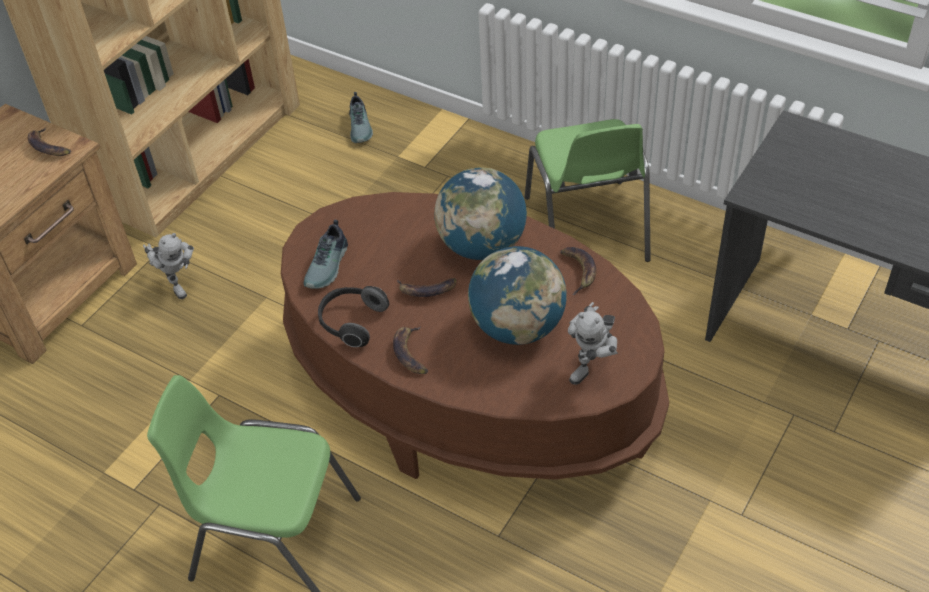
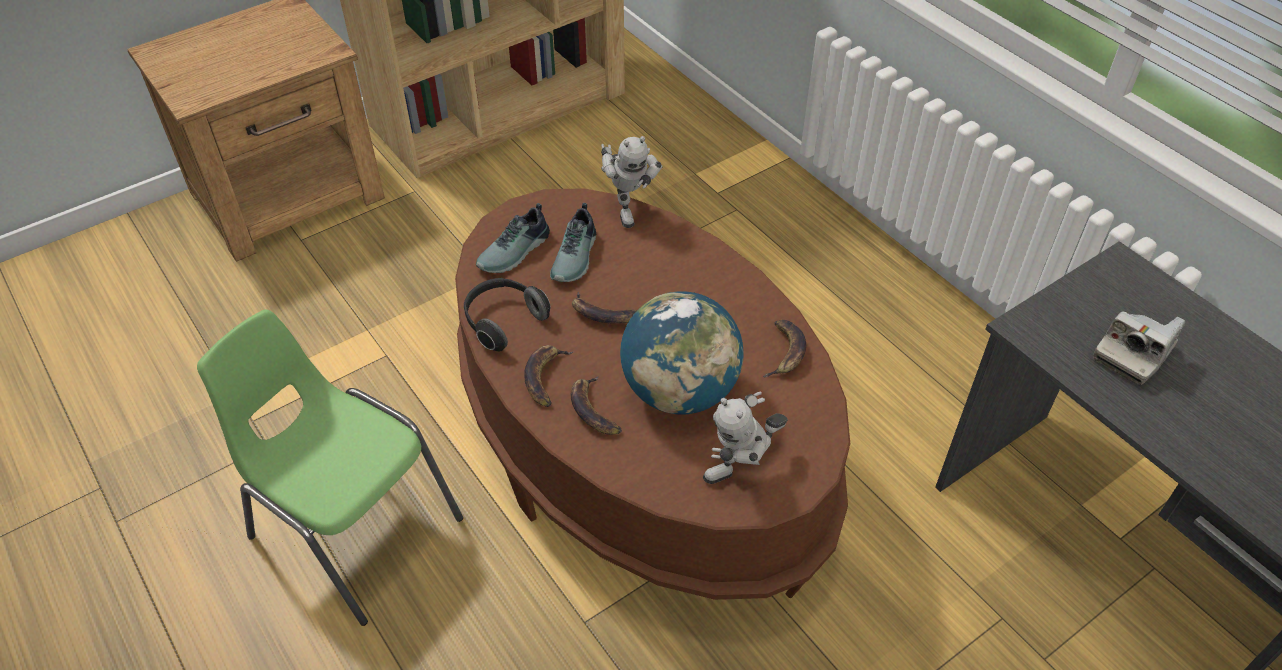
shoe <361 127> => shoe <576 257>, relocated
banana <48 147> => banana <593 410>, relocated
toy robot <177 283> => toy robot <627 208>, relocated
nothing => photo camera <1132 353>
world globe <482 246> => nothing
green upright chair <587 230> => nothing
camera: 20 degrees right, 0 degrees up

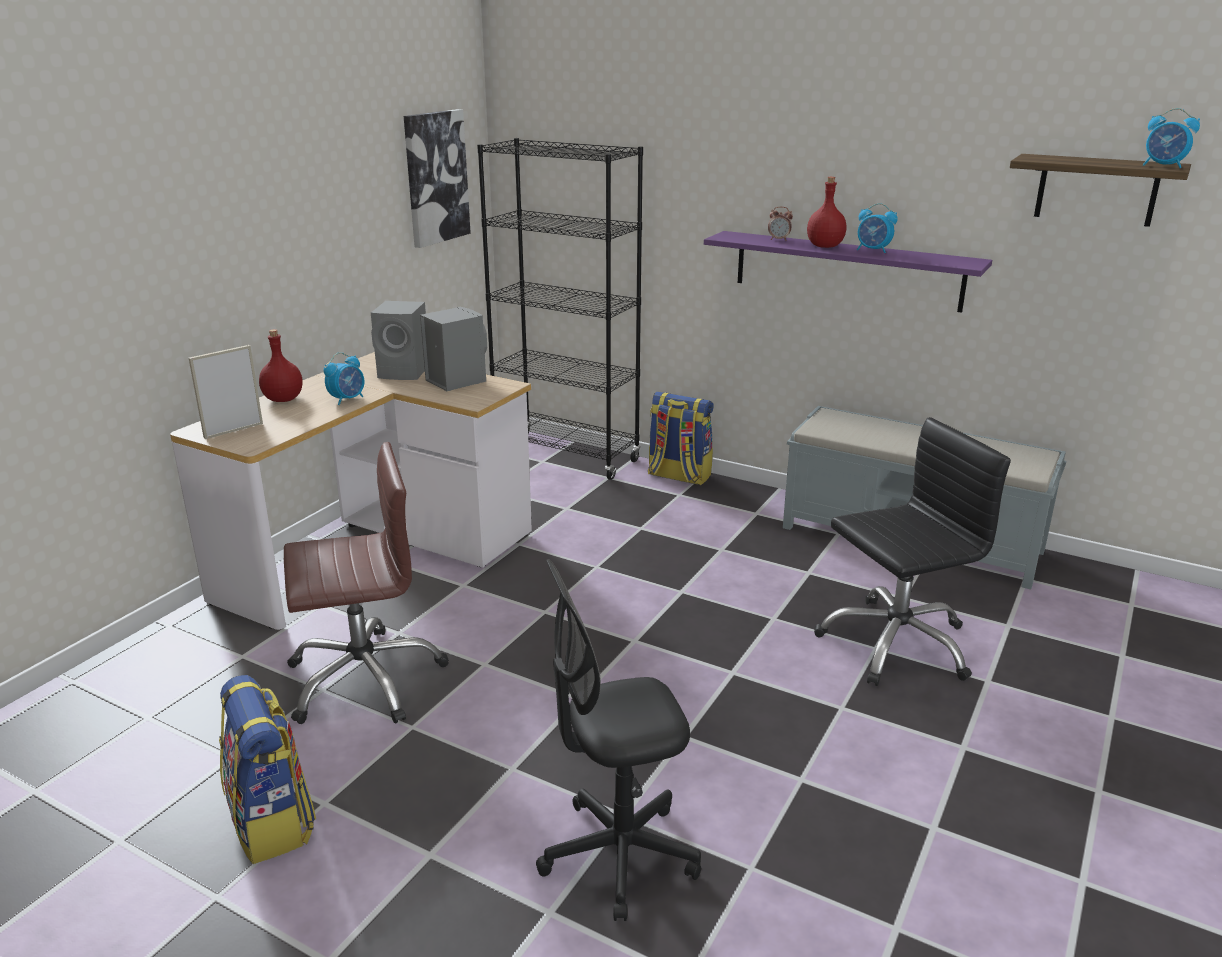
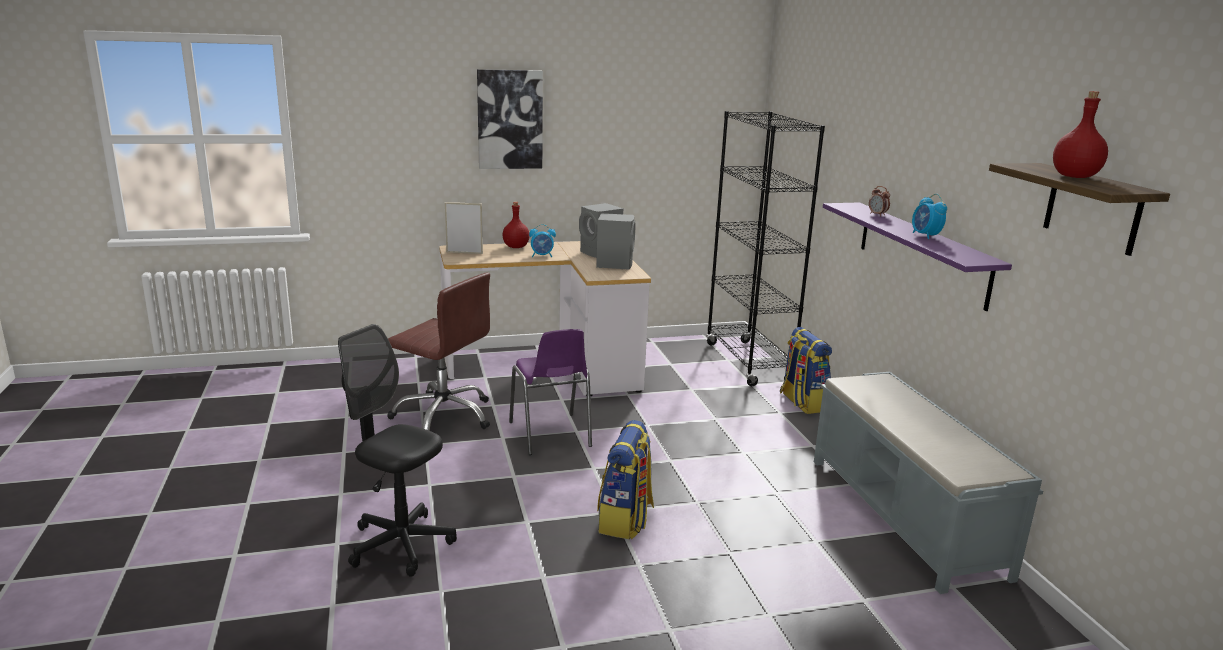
wall art <435 177> => wall art <510 119>, relocated
nothing => purplish upright chair <550 435>
rucksack <273 822> => rucksack <625 520>, relocated
red-coloured beverage bottle <824 246> => red-coloured beverage bottle <1074 177>, relocated
black-coloured desk chair <895 643> => nothing
table clock <1163 166> => nothing
camera: 45 degrees right, 5 degrees down

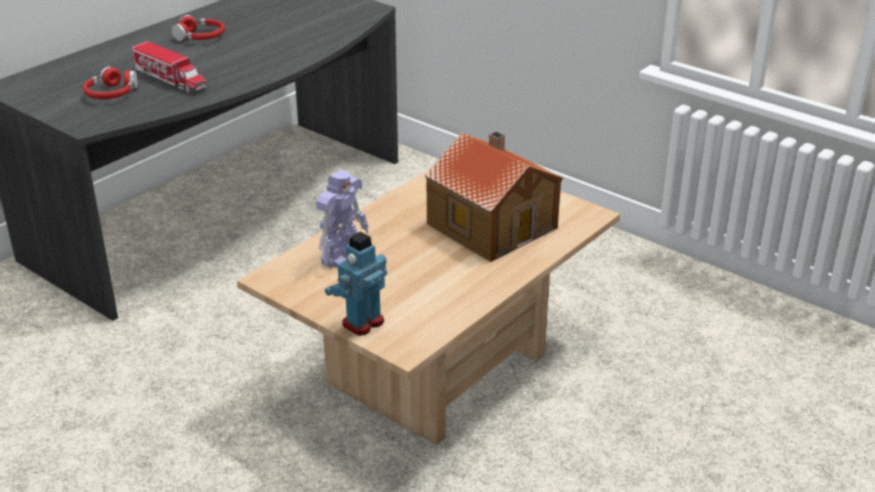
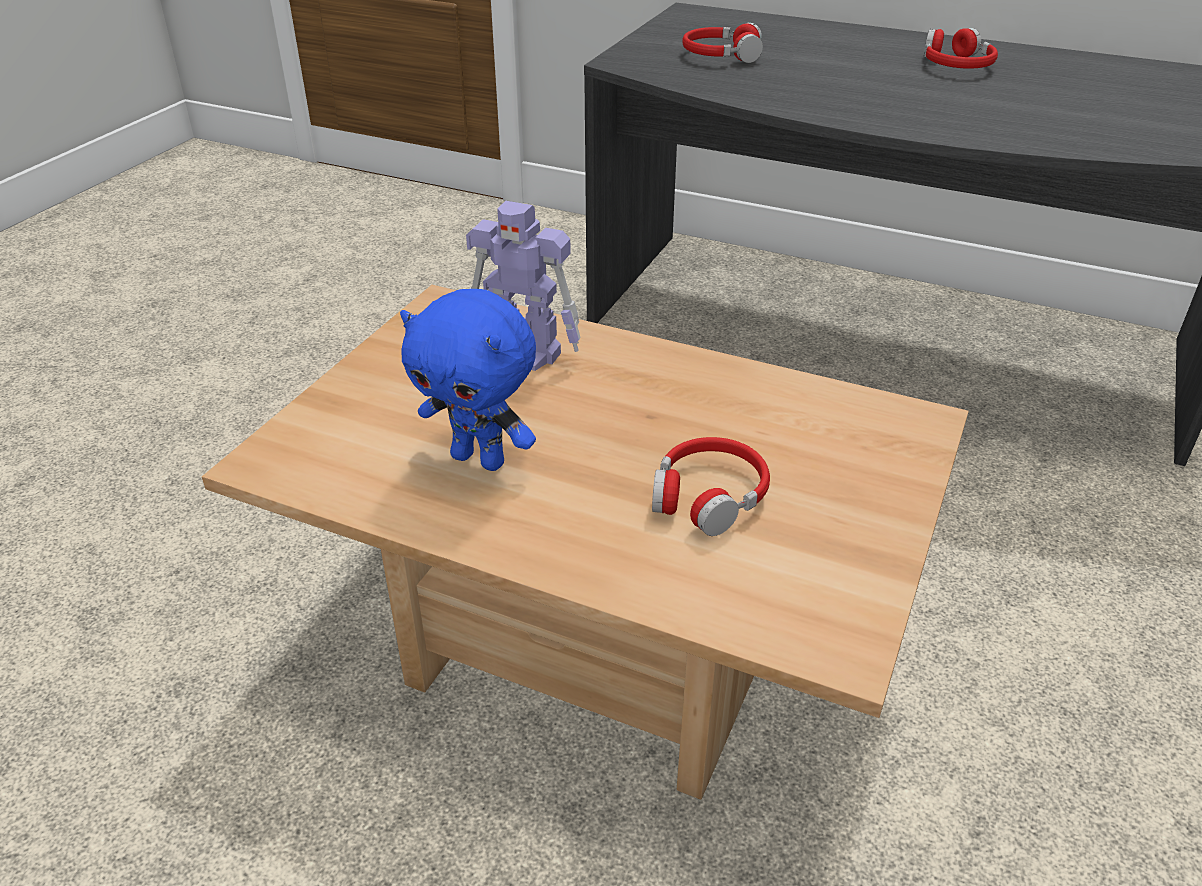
nothing => bluish cuddly toy <480 459>
toy house <492 224> => red-coloured pair of headphones <708 496>
toy truck <170 79> => nothing
toy robot <362 322> => nothing
camera: 75 degrees right, 5 degrees up

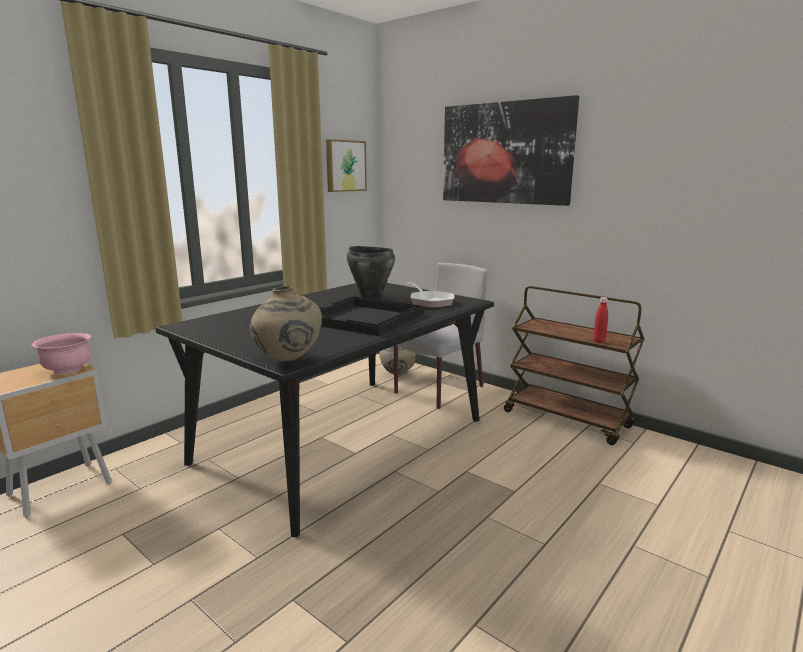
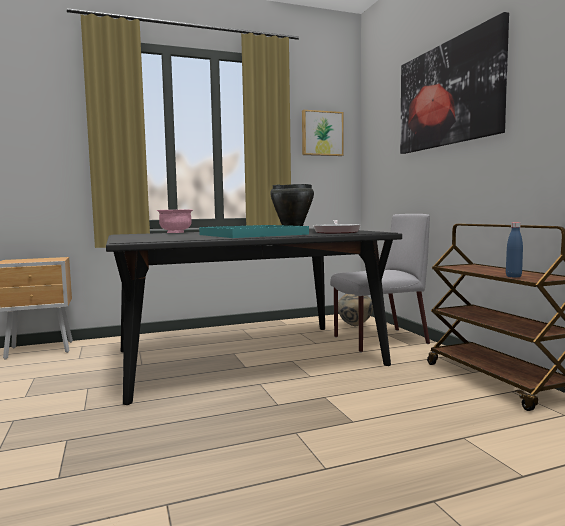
pinkish bowl <67 370> => pinkish bowl <176 232>, relocated
black-coloured tray <364 318> => turquoise tray <252 234>
red-coloured beverage bottle <599 341> => bluish beverage bottle <513 276>
beige decorative vase <288 361> => nothing
camera: 30 degrees right, 10 degrees down

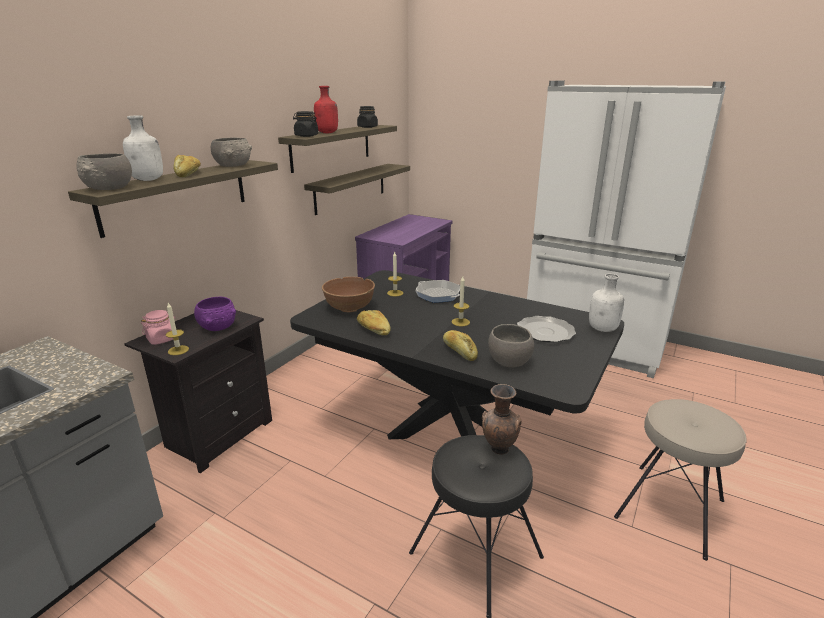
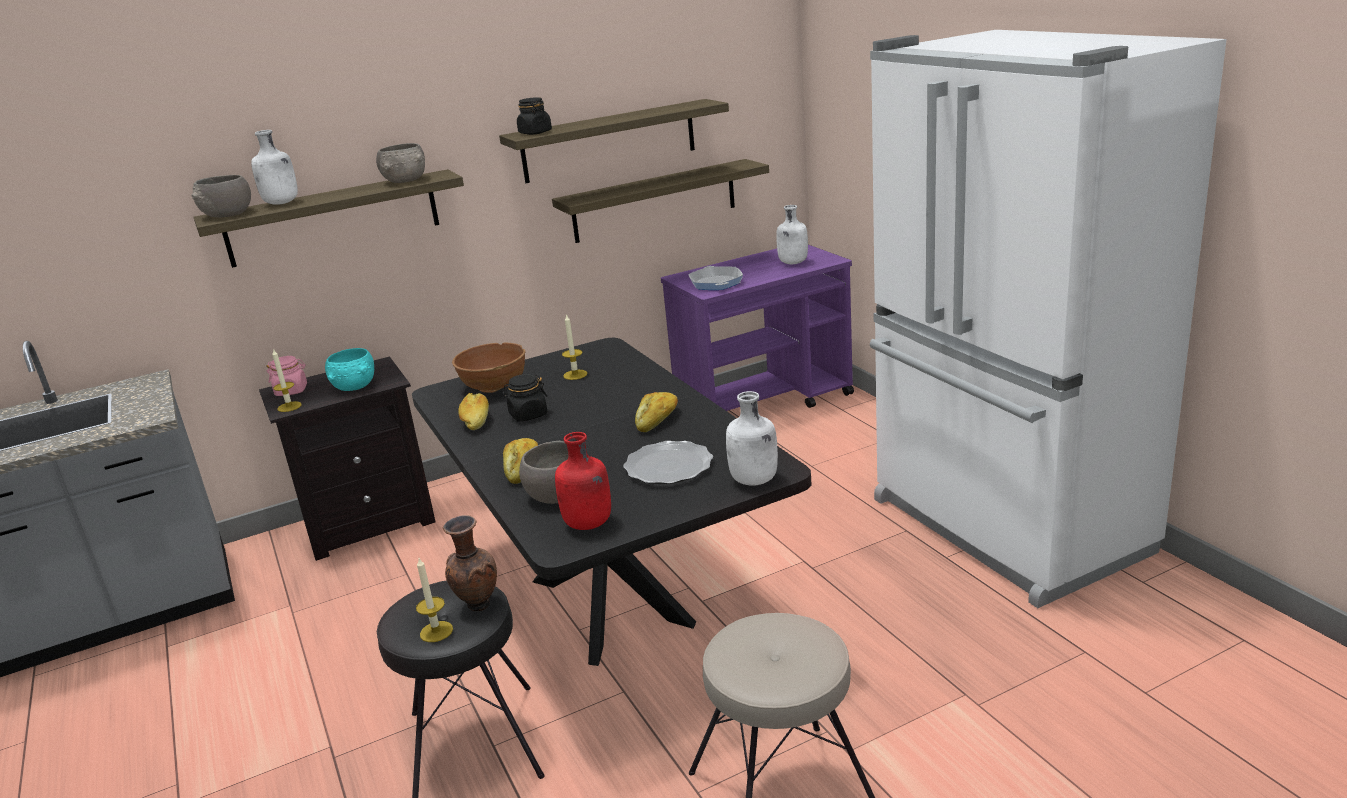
purplish bowl <218 327> => turquoise bowl <355 386>
candle <460 322> => candle <436 631>, relocated
black-coloured preserve jar <367 127> => black-coloured preserve jar <528 415>, relocated
red-coloured beverage bottle <327 133> => red-coloured beverage bottle <588 524>, relocated
bread <188 174> => bread <658 420>, relocated
skillet <438 295> => skillet <716 283>, relocated
nothing => white beverage bottle <792 263>
camera: 35 degrees right, 0 degrees up

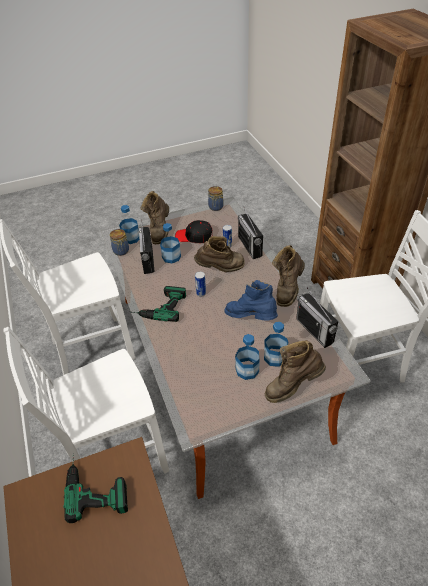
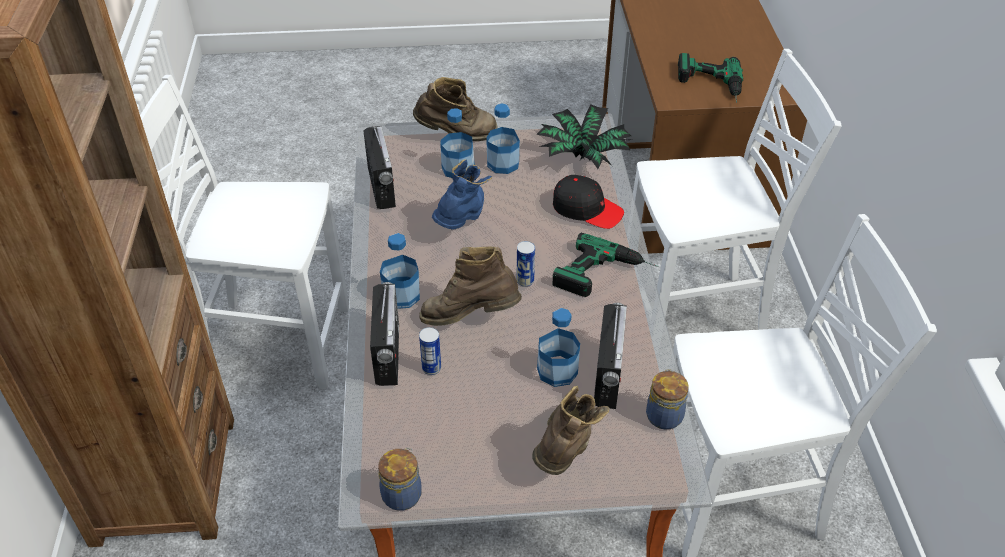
beverage bottle <131 238> => beverage bottle <401 295>, relocated
bluish high-top boot <251 319> => bluish high-top boot <462 222>, 120 degrees counterclockwise
nothing => houseplant <583 156>
black-coloured peaked cap <194 236> => black-coloured peaked cap <587 209>, relocated
brownish high-top boot <287 290> => nothing
camera: 165 degrees left, 0 degrees up

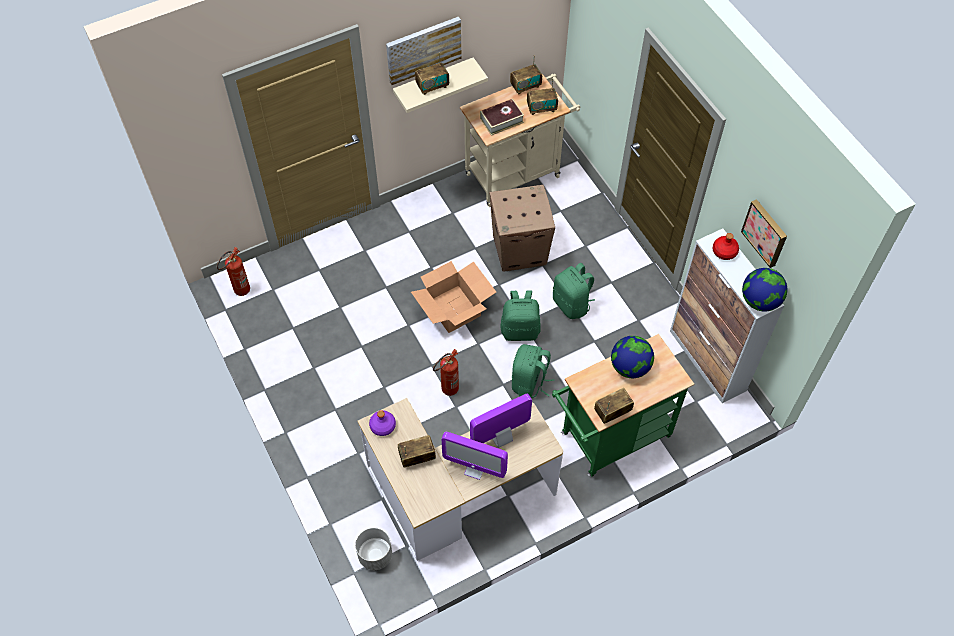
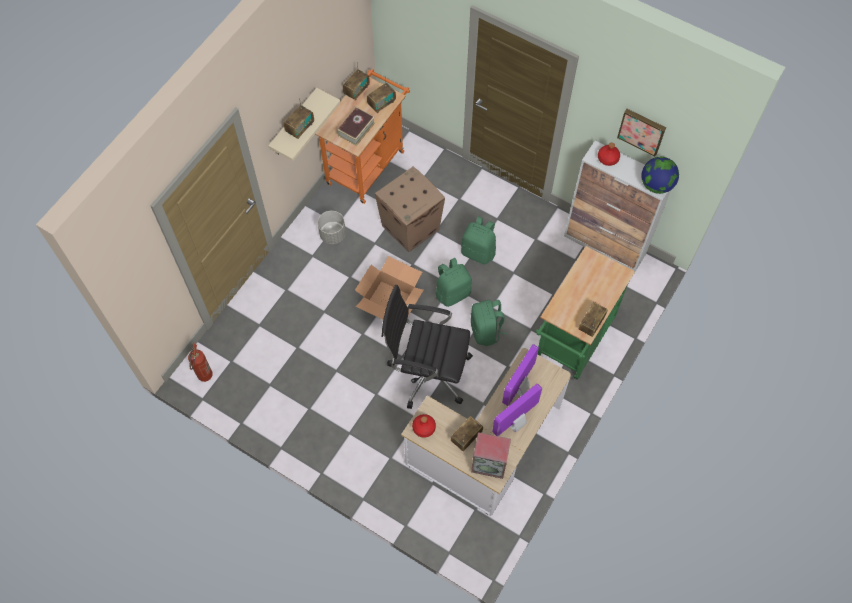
beige cart <517 172> => orange-coloured cart <368 163>
grey planter <375 555> => grey planter <333 234>, relocated
fire extinguisher <447 391> => black-coloured desk chair <427 371>
purplish beverage bottle <382 426> => red-coloured beverage bottle <423 428>
nothing => speaker <489 463>
monitor <475 469> => monitor <515 422>, 150 degrees clockwise
wall art <423 49> => nothing
world globe <630 367> => nothing
camera: 30 degrees left, 5 degrees up

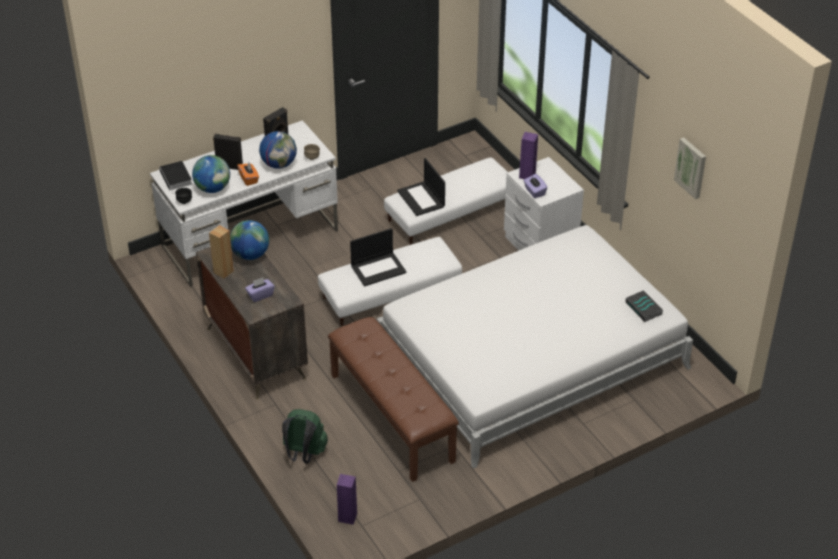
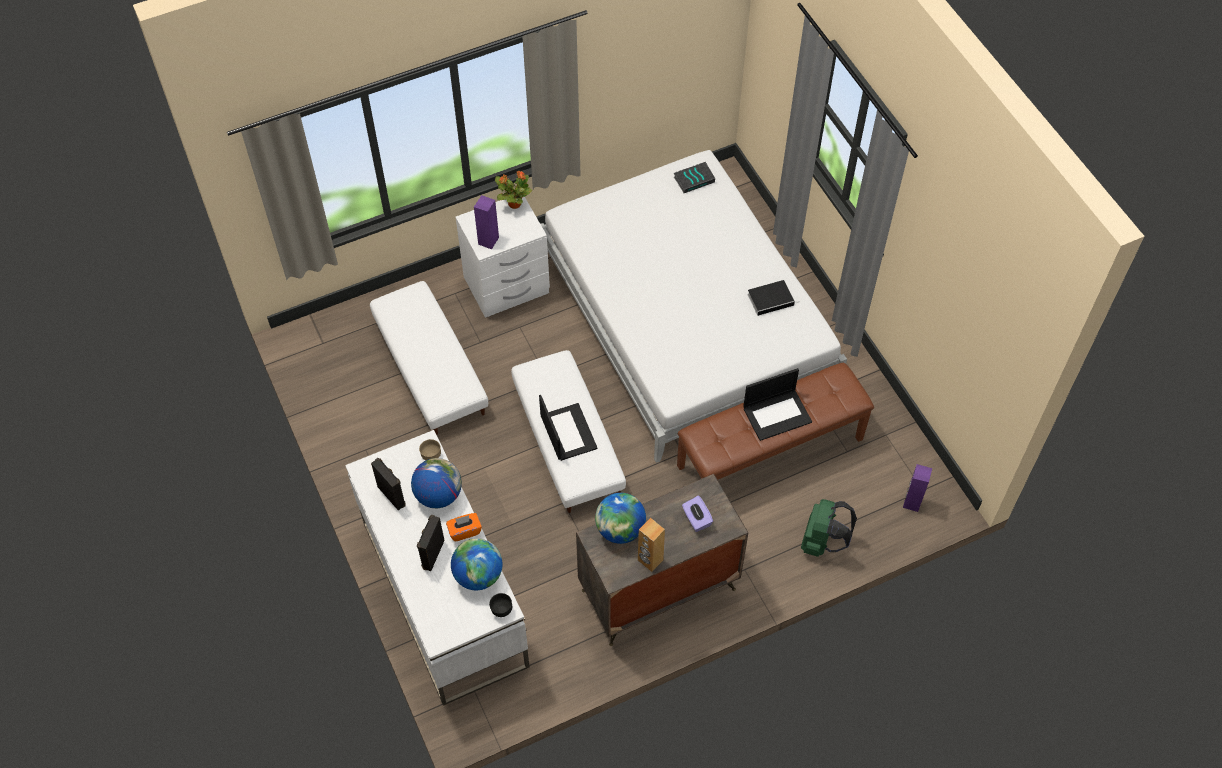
nothing => houseplant <514 204>
laptop <421 199> => laptop <777 414>, relocated
bound book <176 178> => bound book <771 299>, relocated
purplish tissue box <534 192> => nothing
wall art <691 167> => nothing
camera: 85 degrees left, 15 degrees up

